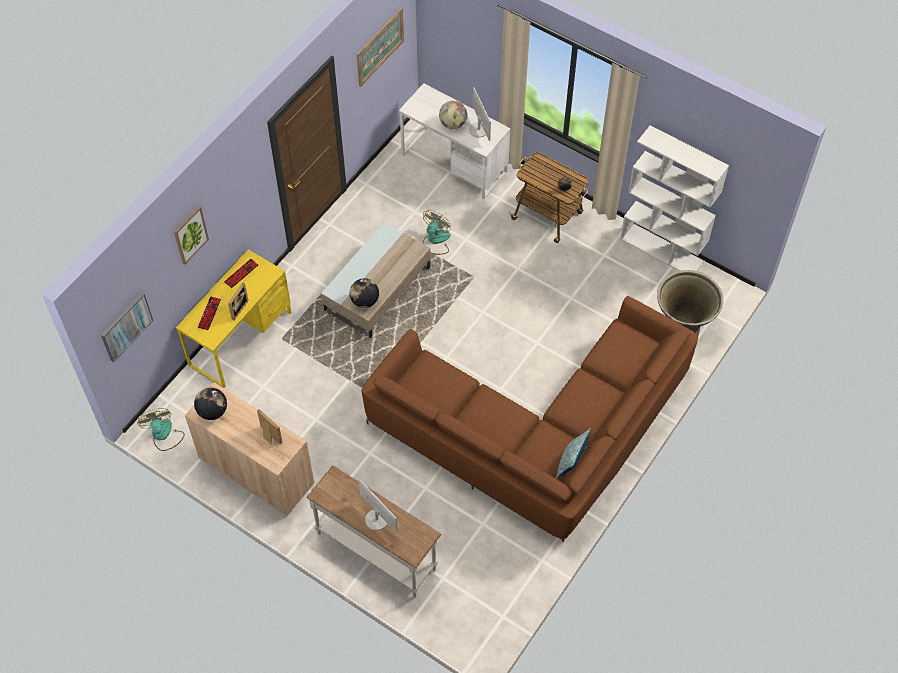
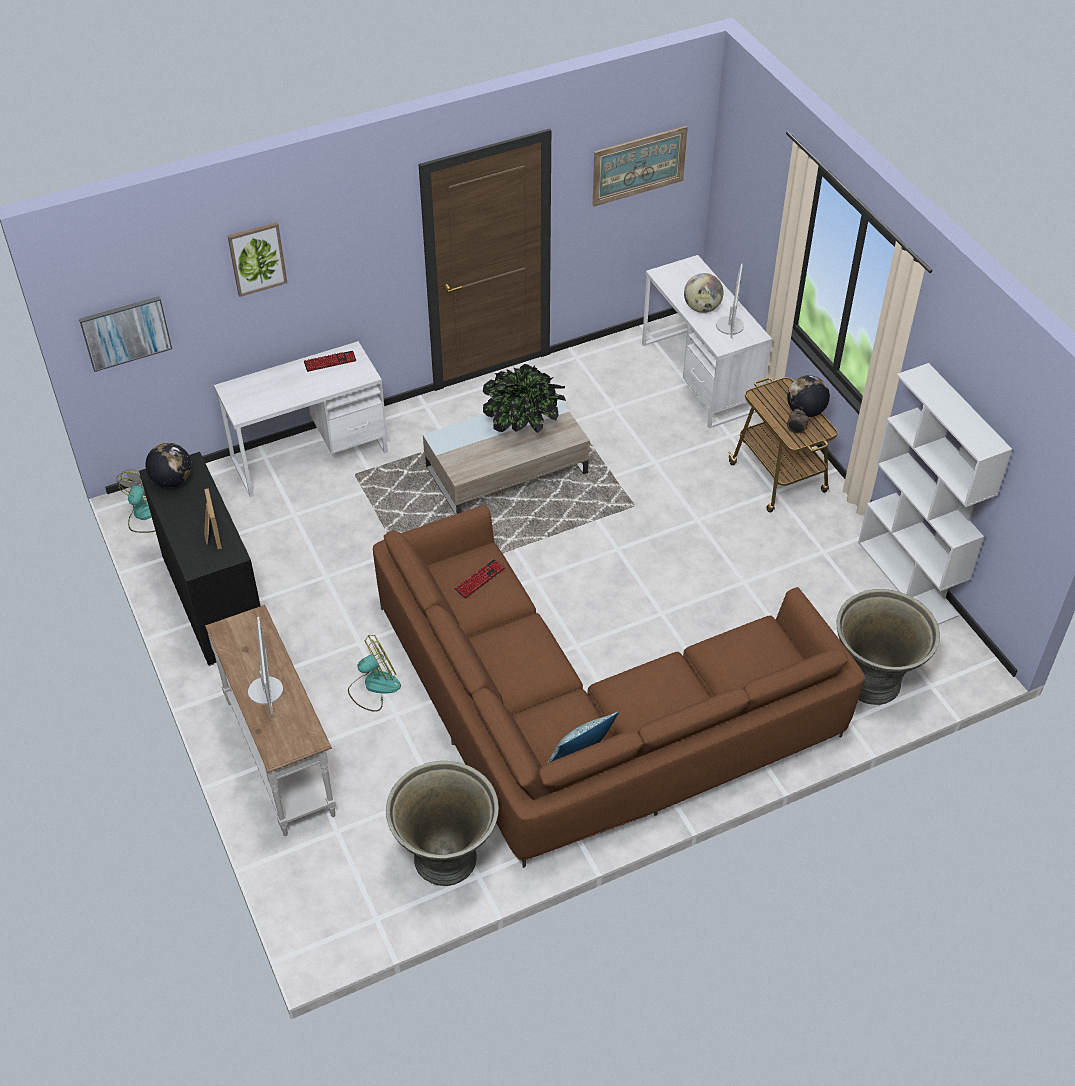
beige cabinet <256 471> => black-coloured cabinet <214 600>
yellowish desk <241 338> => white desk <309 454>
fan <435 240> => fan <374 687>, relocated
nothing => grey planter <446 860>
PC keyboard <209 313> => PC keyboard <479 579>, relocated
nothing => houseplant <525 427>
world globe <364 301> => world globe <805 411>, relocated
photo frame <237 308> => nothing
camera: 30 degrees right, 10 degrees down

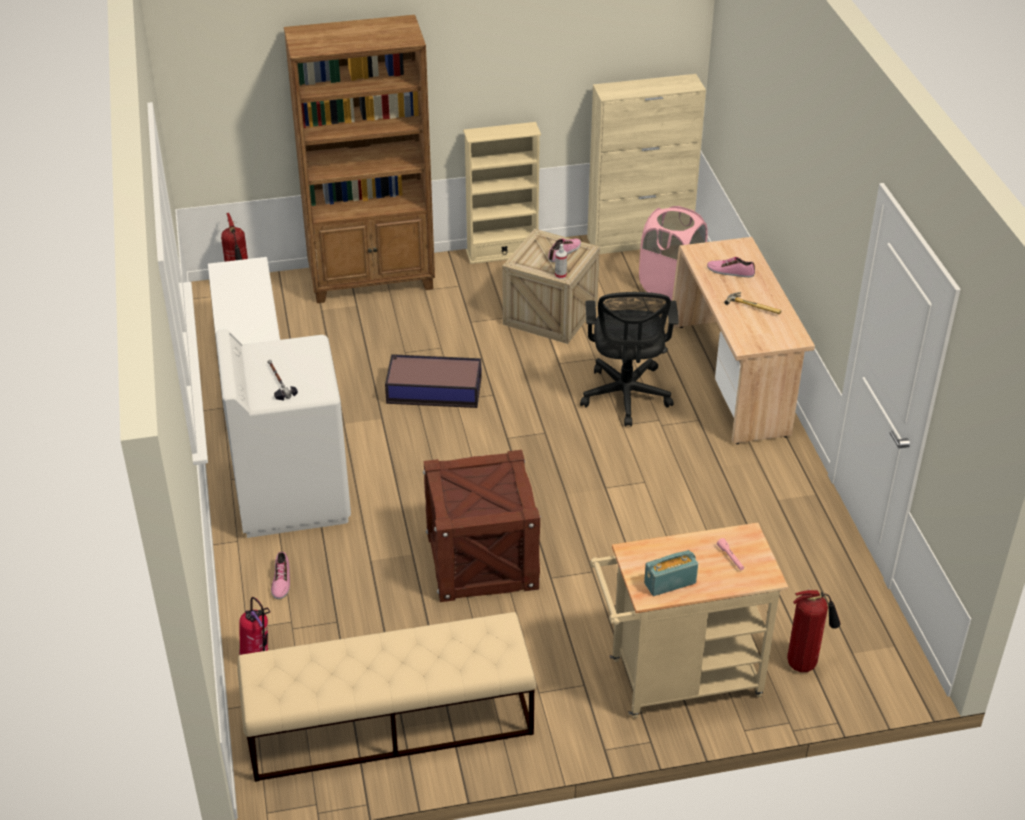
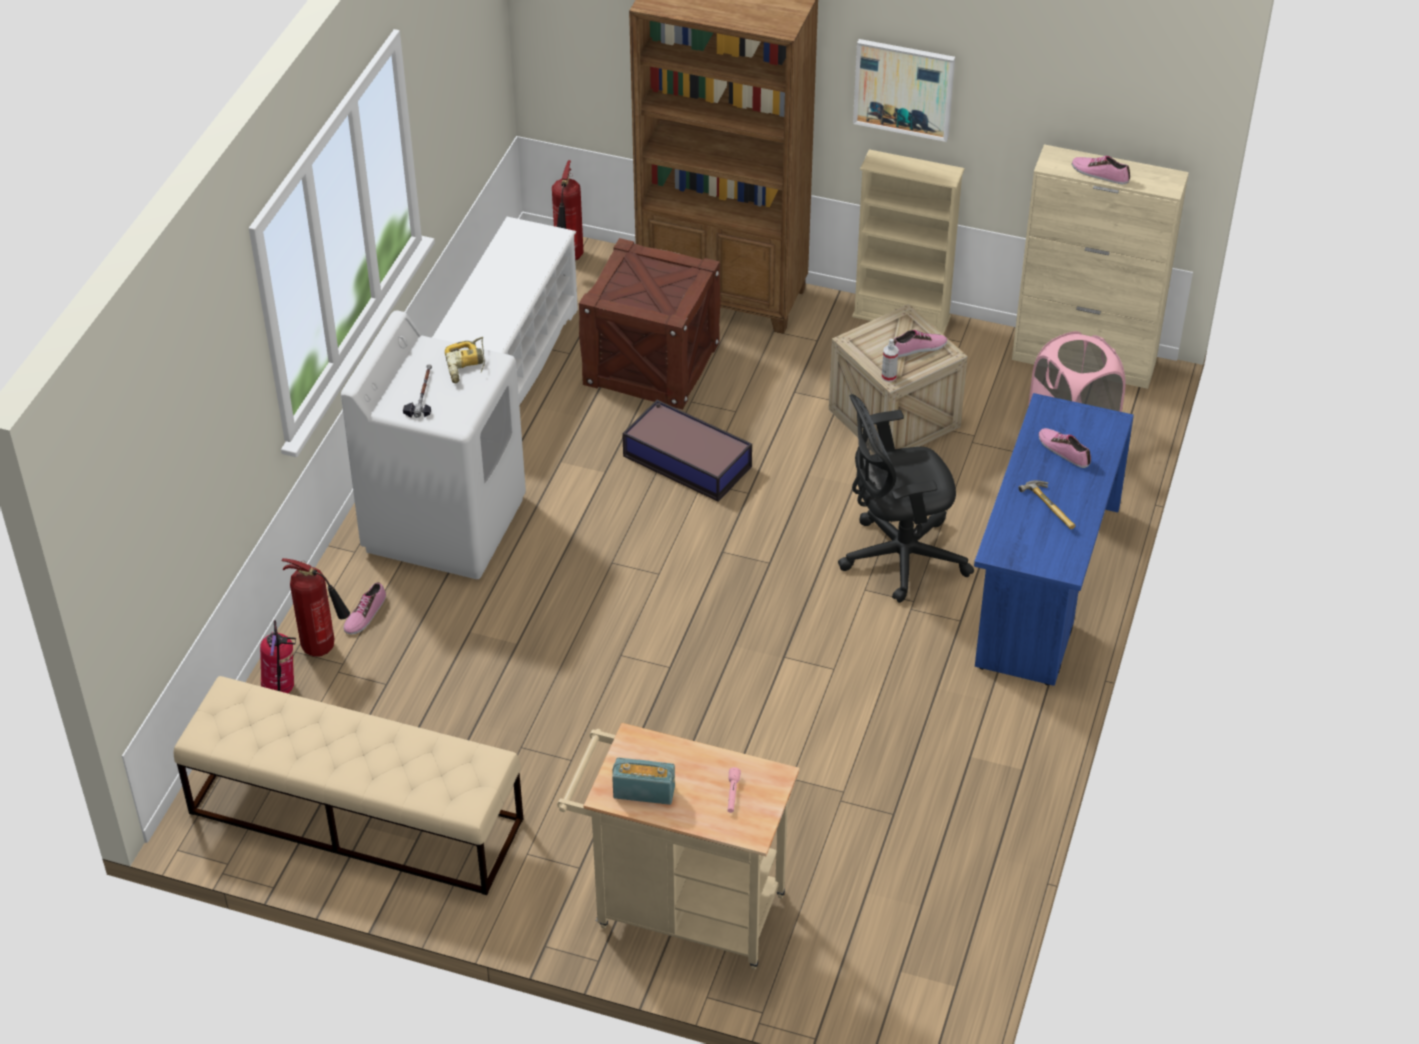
fire extinguisher <804 663> => fire extinguisher <323 648>, relocated
nothing => power drill <467 365>
packing crate <482 560> => packing crate <651 364>, relocated
black-coloured desk chair <626 397> => black-coloured desk chair <897 558>, 45 degrees clockwise
nothing => wall art <904 88>
beige desk <731 380> => bluish desk <1043 587>
nothing => shoe <1100 173>
camera: 30 degrees right, 5 degrees up

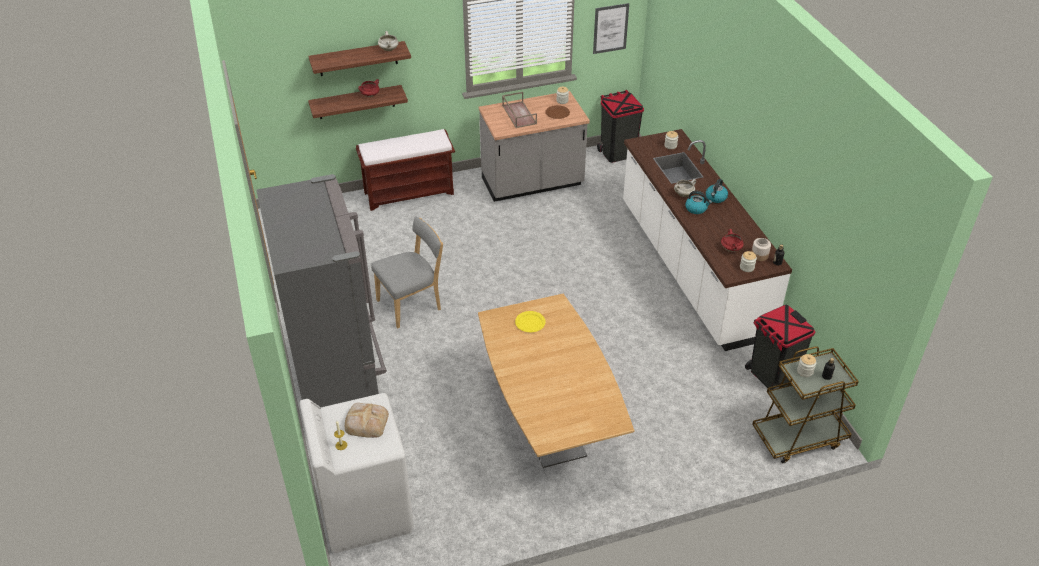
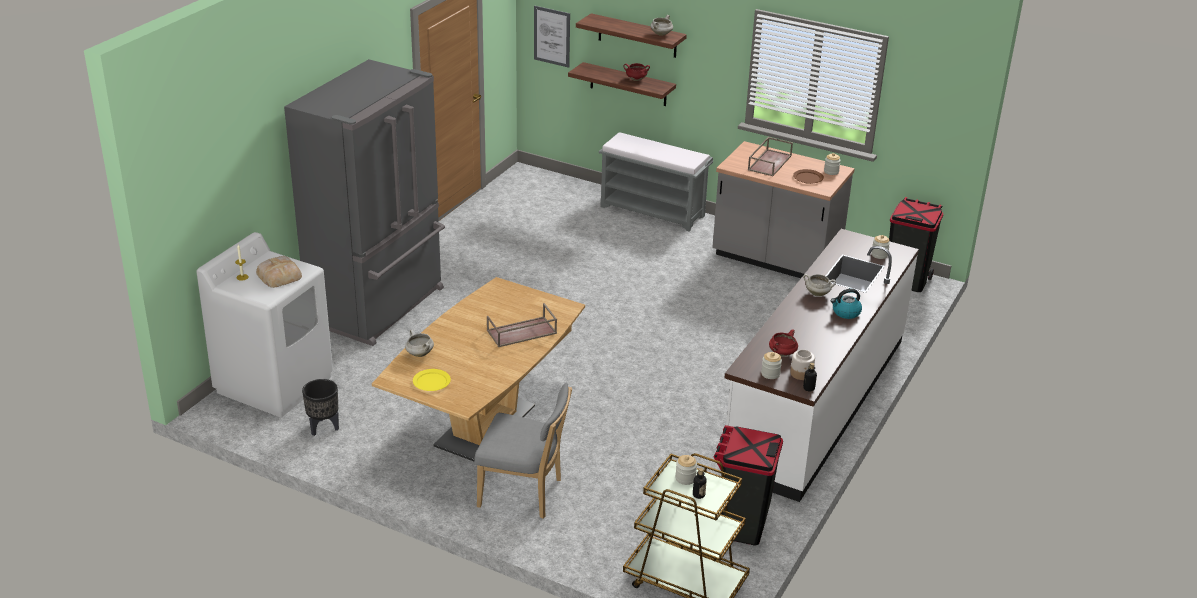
nothing => black-coloured planter <324 428>
nothing => white cooking pot <419 354>
yellowish dinner plate <530 322> => yellowish dinner plate <432 382>, relocated
grey upright chair <412 304> => grey upright chair <524 494>, relocated
nothing => brownish tray <521 332>
wall art <610 28> => wall art <552 36>, relocated
brownish bench <409 193> => grey bench <653 211>
kettle <696 208> => nothing
camera: 45 degrees right, 10 degrees down

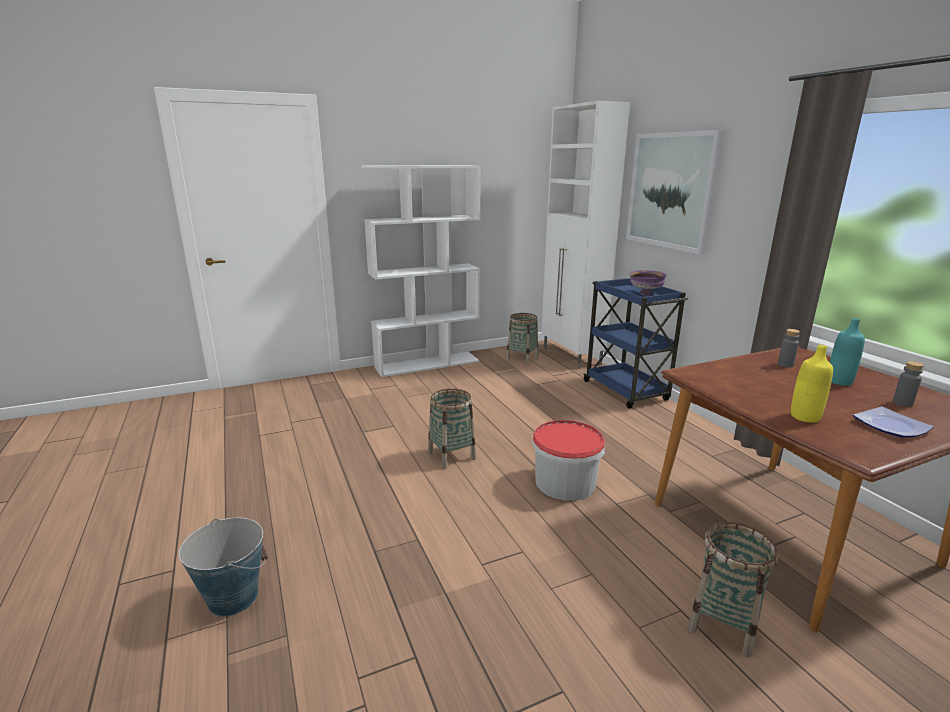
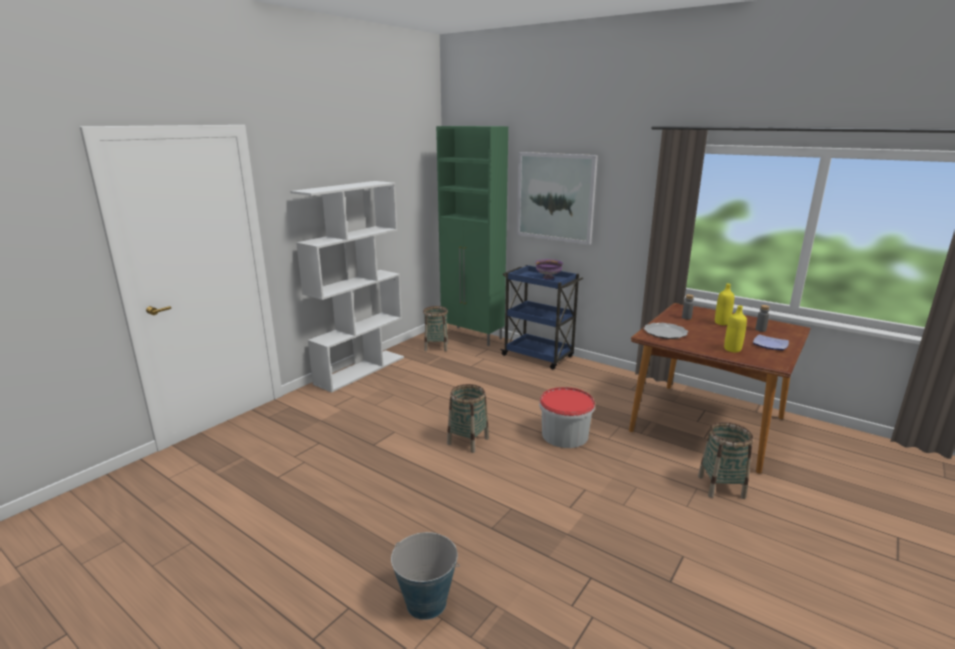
white cabinet <571 356> => green cabinet <473 336>
nothing => dinner plate <665 332>
turquoise beverage bottle <839 381> => yellowish beverage bottle <722 323>
camera: 30 degrees left, 0 degrees up

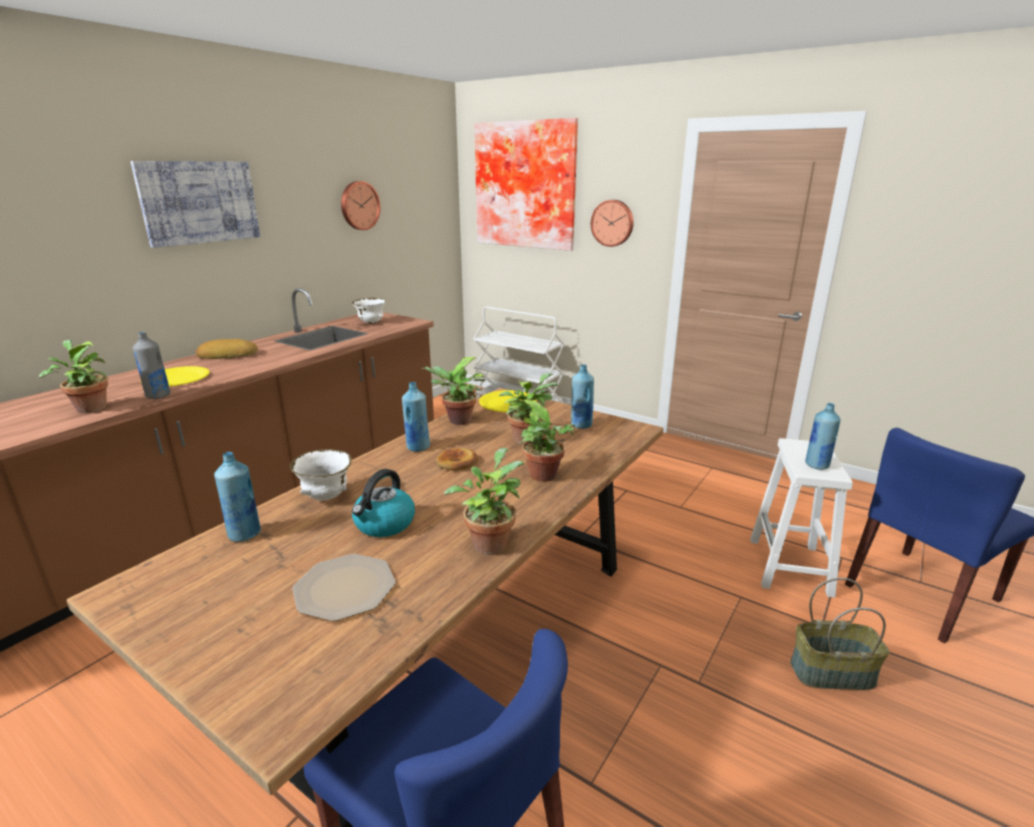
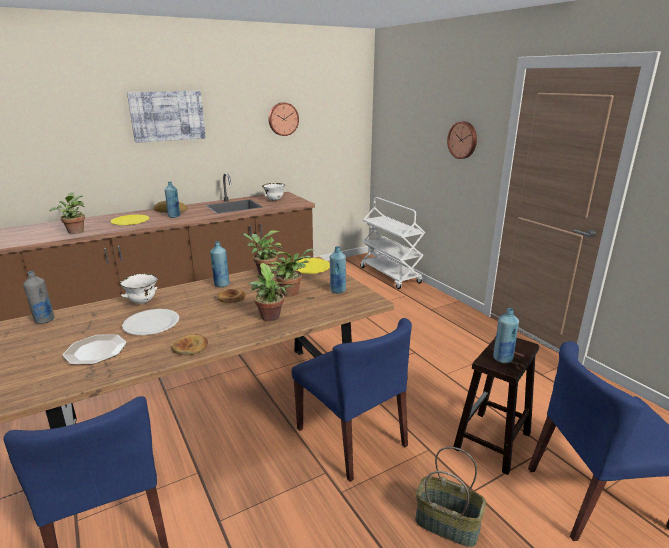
grey beverage bottle <158 396> => grey beverage bottle <44 320>, relocated
kettle <384 524> => white dinner plate <151 323>
bluish beverage bottle <244 534> => bluish beverage bottle <174 216>, relocated
houseplant <490 542> => bread <190 347>
nothing => bluish upright chair <351 437>
white stool <790 567> => brownish stool <492 442>
wall art <526 185> => nothing
camera: 25 degrees right, 0 degrees up

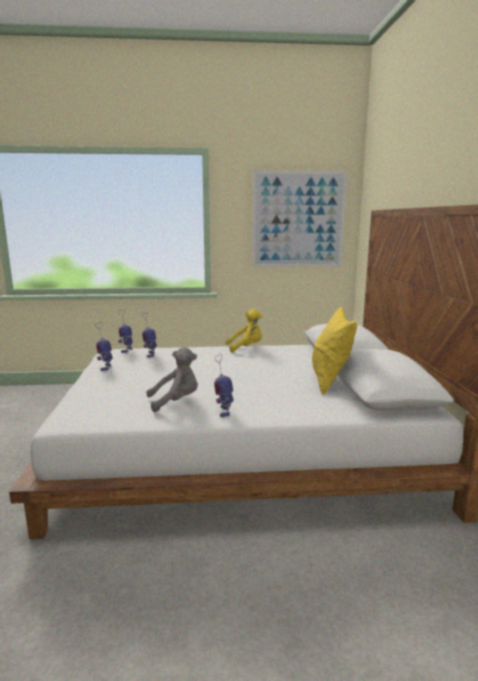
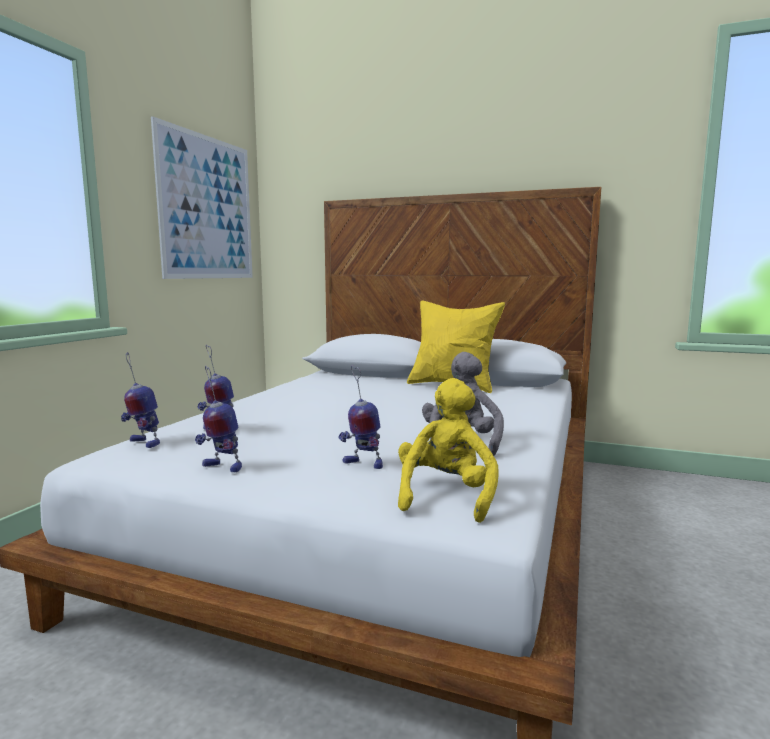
toy robot <224 411> => toy robot <363 464>, relocated
yellowish cuddly toy <246 348> => yellowish cuddly toy <446 496>, relocated
camera: 65 degrees left, 5 degrees down

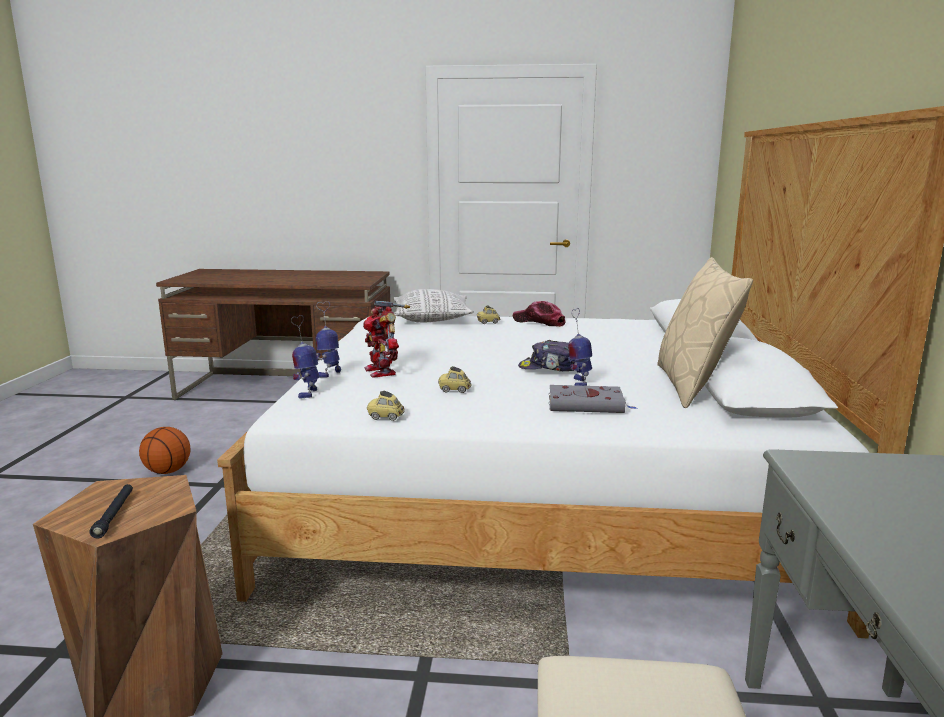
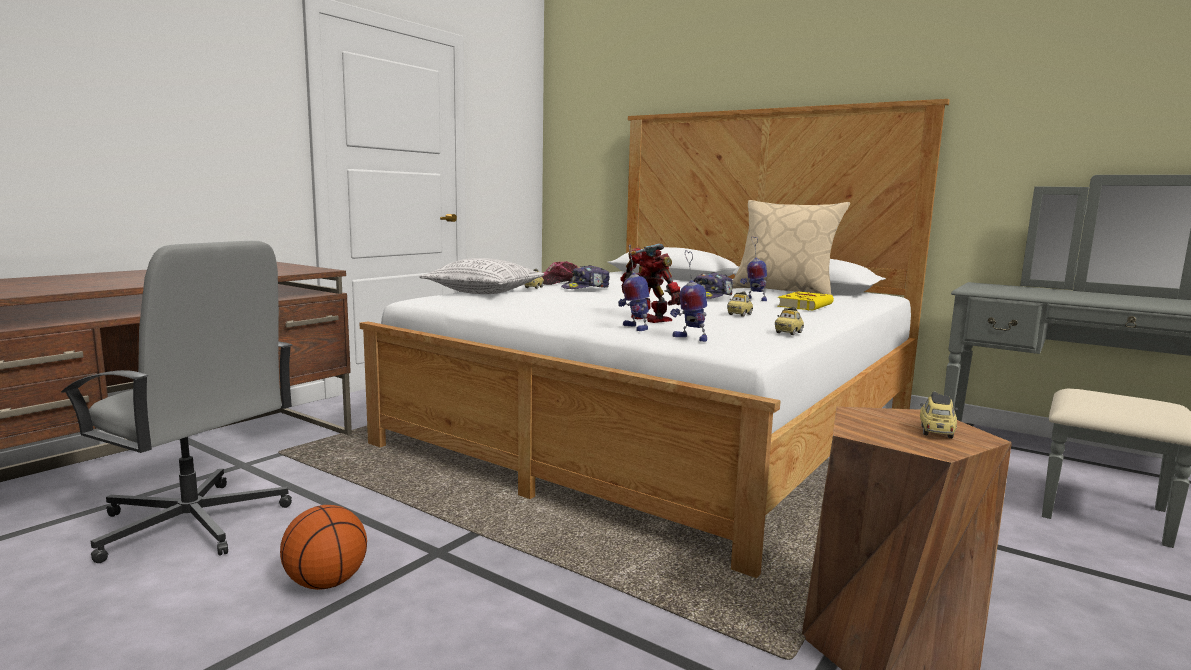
nothing => grey desk chair <193 524>
nothing => peaked cap <586 288>
toy robot <383 371> => toy robot <649 319>, 135 degrees counterclockwise
grey bound book <588 405> => yellowish bound book <805 305>
black-coloured flashlight <114 514> => miniature car <936 432>
camera: 60 degrees left, 5 degrees down

